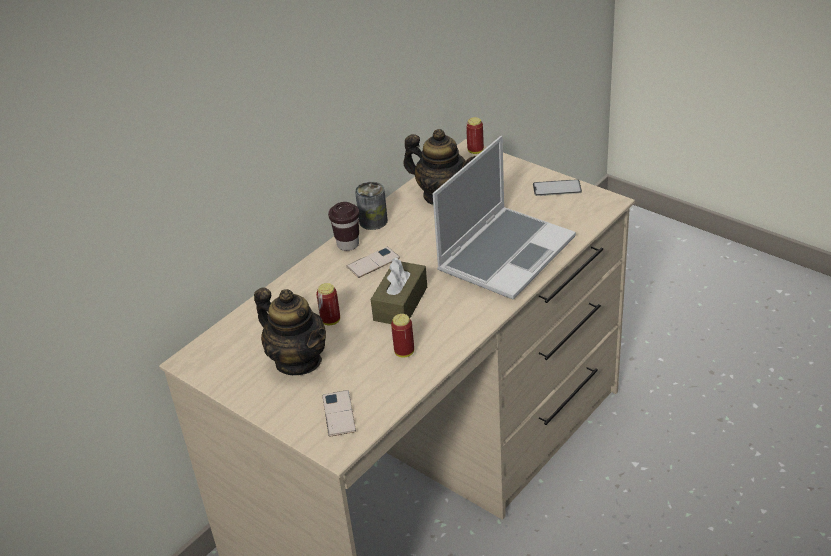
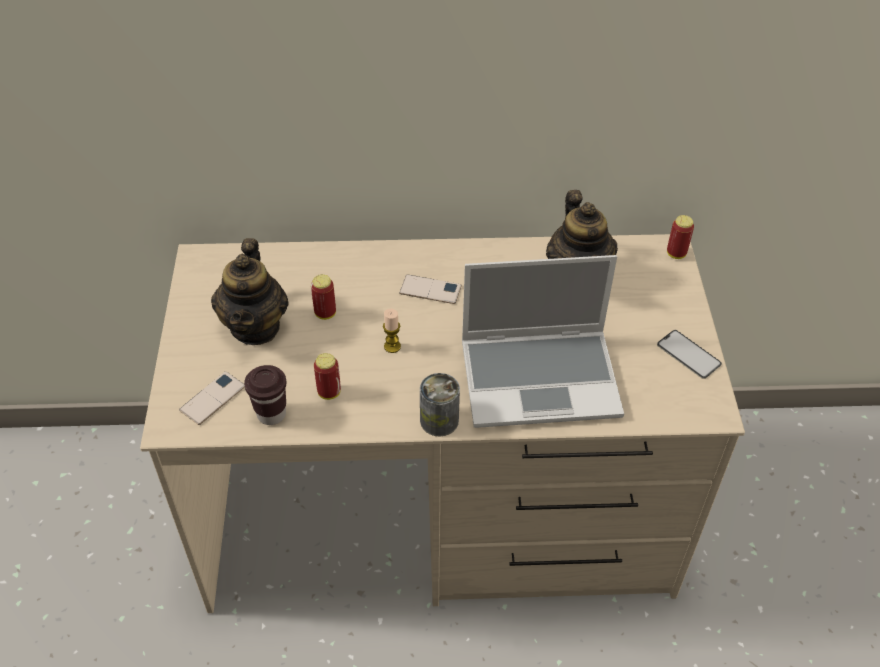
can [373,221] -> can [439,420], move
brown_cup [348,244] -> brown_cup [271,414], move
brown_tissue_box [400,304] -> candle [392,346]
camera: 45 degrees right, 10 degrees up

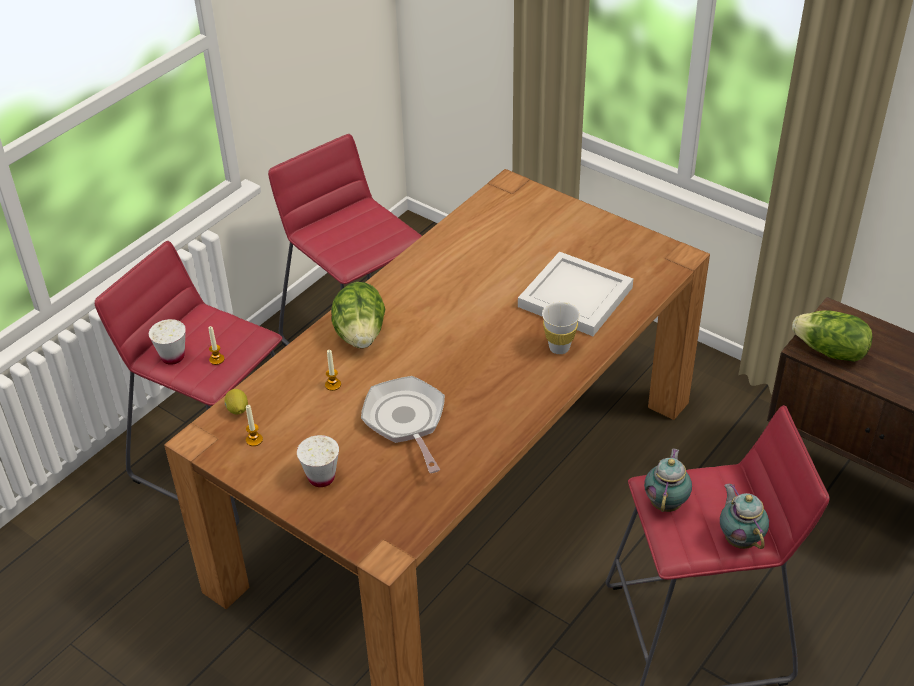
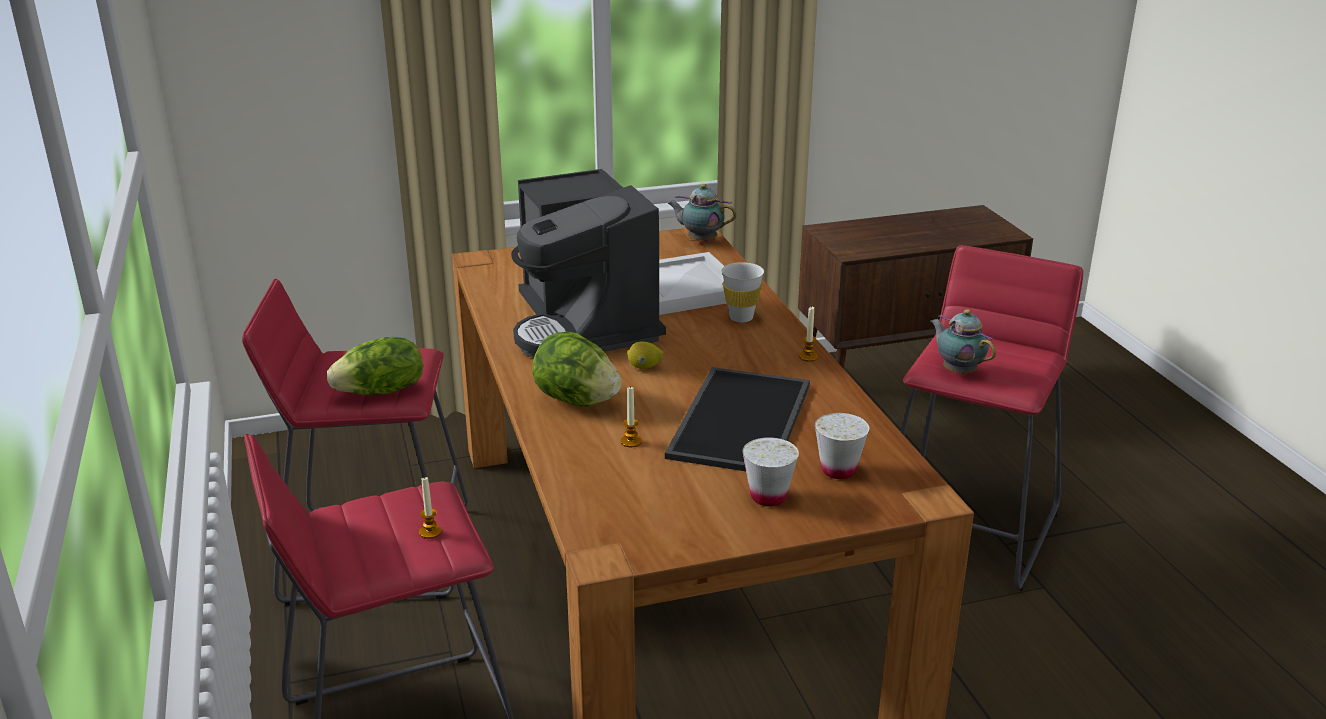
lettuce [830,351] -> lettuce [382,391], move
white_cup [173,357] -> white_cup [838,470], move
frying_pan [406,421] -> tray [743,421]
lemon [237,410] -> lemon [644,367], move
candle [254,440] -> candle [808,357], move
teapot [739,538] -> teapot [700,240], move
none -> coffee_machine [585,325]
camera: 55 degrees left, 15 degrees down

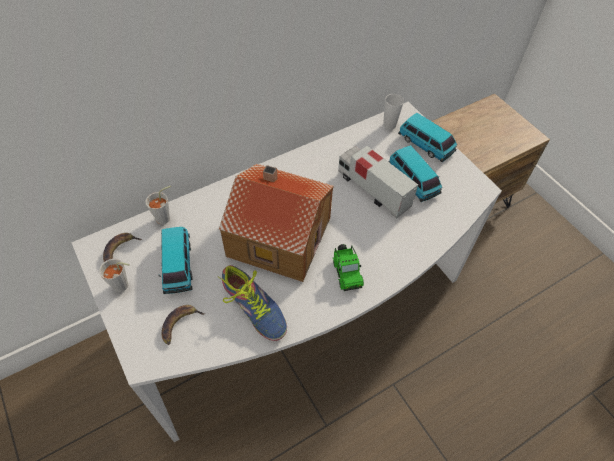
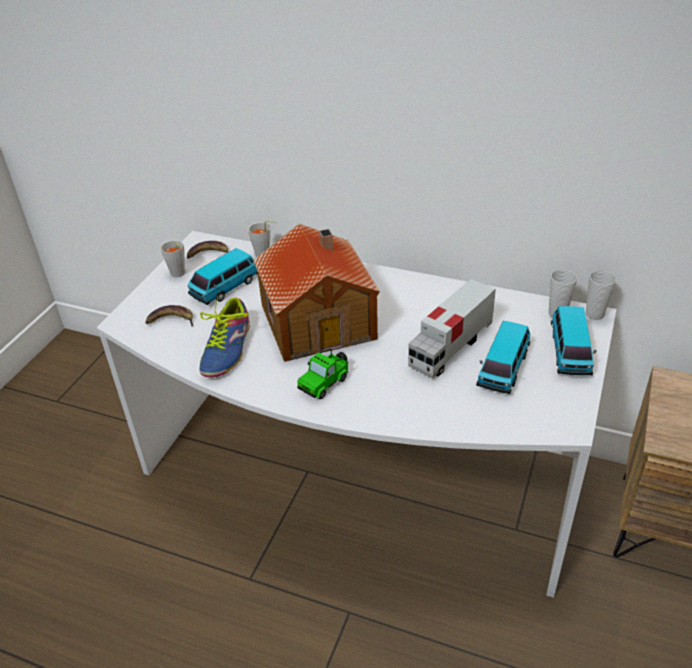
toy_truck [373,190] -> toy_truck [450,348], 150 degrees counterclockwise
none -> cup [594,314]
camera: 55 degrees right, 15 degrees down

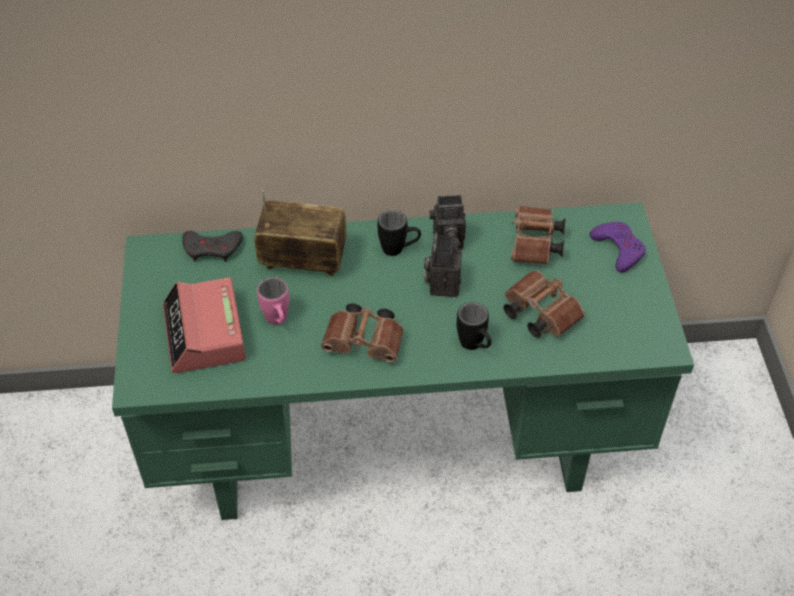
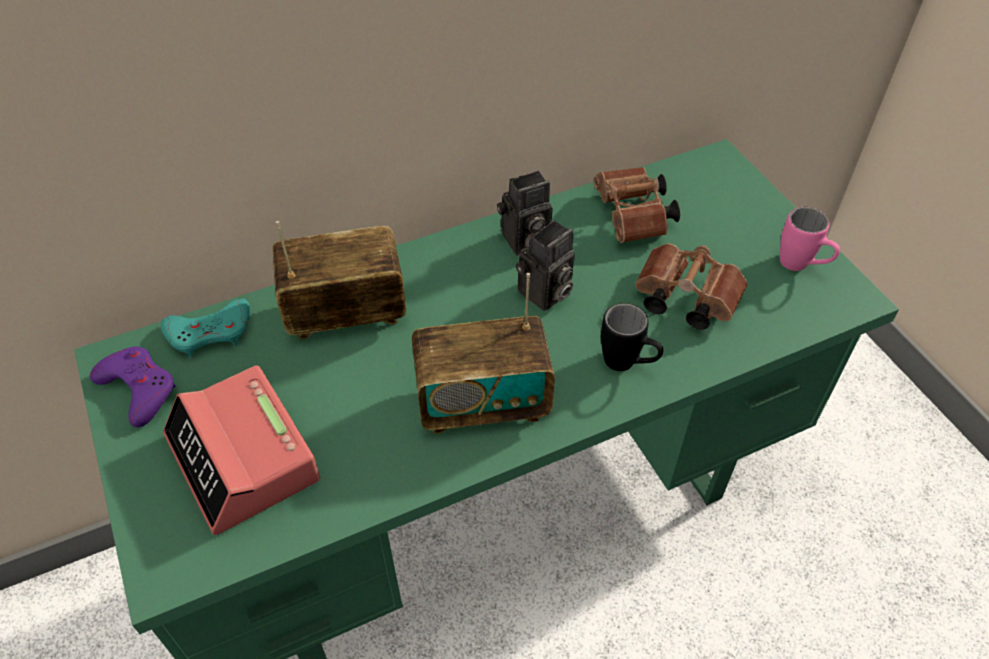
black_mug [399,250] -> none
purple_game_controller [618,249] -> purple_game_controller [138,388], move
grey_game_controller [212,248] -> turquoise_game_controller [210,333]
photo_camera [442,283] -> photo_camera [544,294], 120 degrees counterclockwise
pink_mug [278,322] -> pink_mug [801,266], move
brown_binoculars [366,343] -> radio [482,403]
camera: 20 degrees left, 0 degrees up

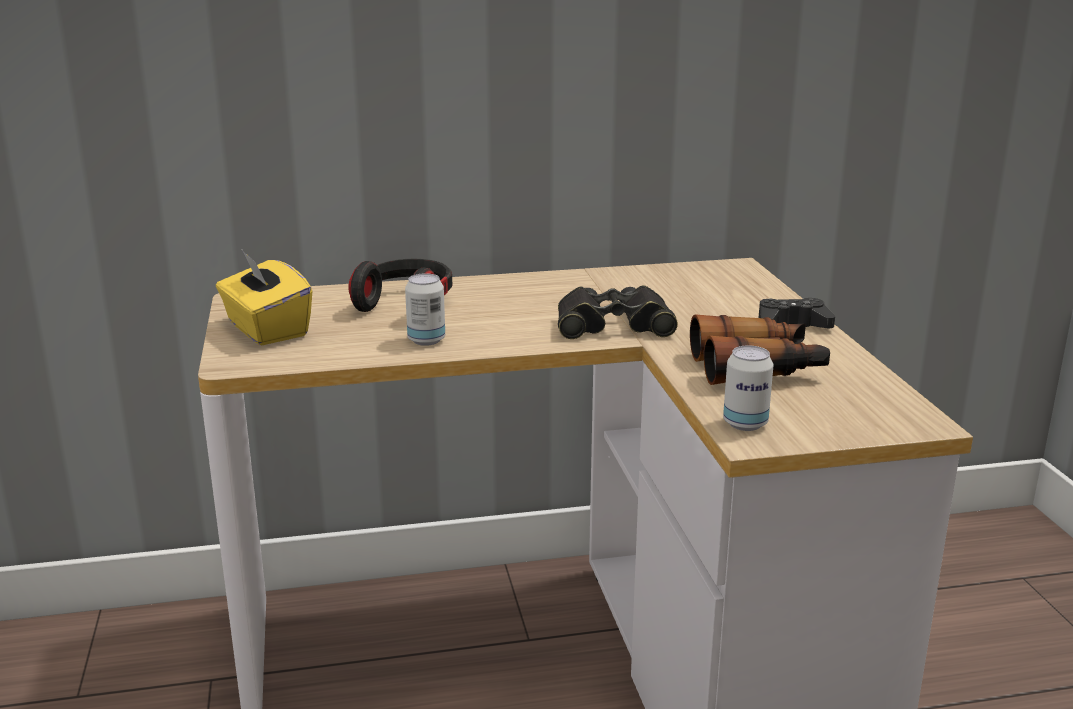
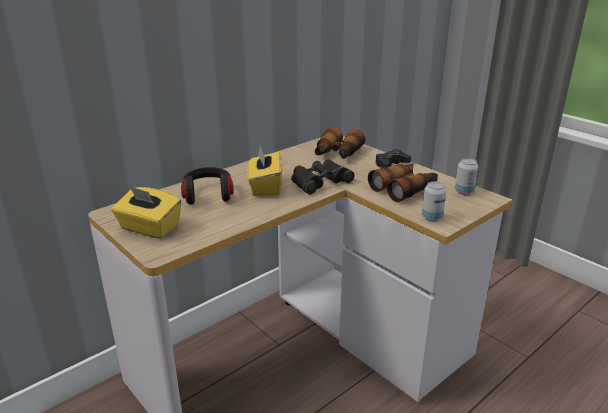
can [426,340] -> can [464,191], move
none -> binoculars [337,154]
none -> yellow_tissue_box [265,187]
camera: 30 degrees left, 5 degrees up

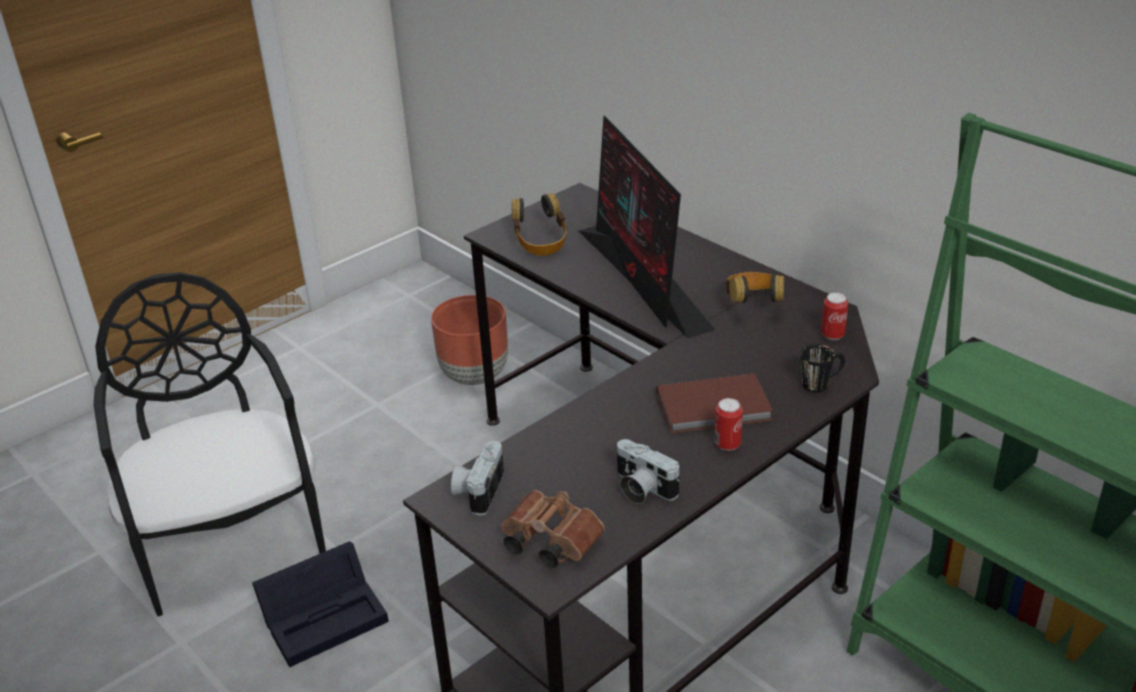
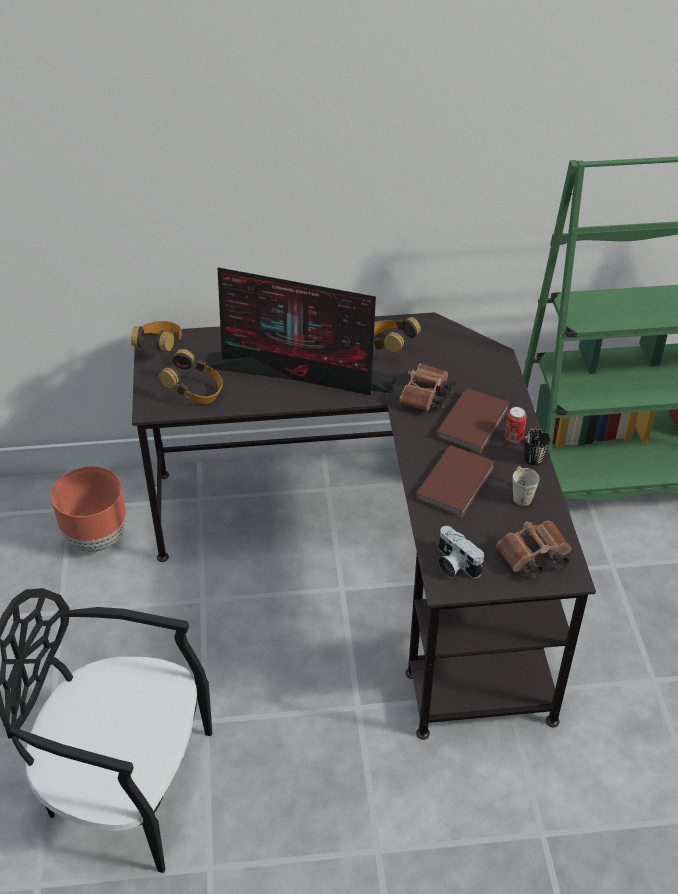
can [832,335] -> none
black_mug [821,383] -> black_mug [534,454], move
photo_camera [641,489] -> white_mug [520,494]
black_storage_box [327,616] -> none
none -> headphones [160,347]
none -> brown_binoculars [426,397]
none -> brown_book [457,483]
camera: 55 degrees left, 10 degrees up

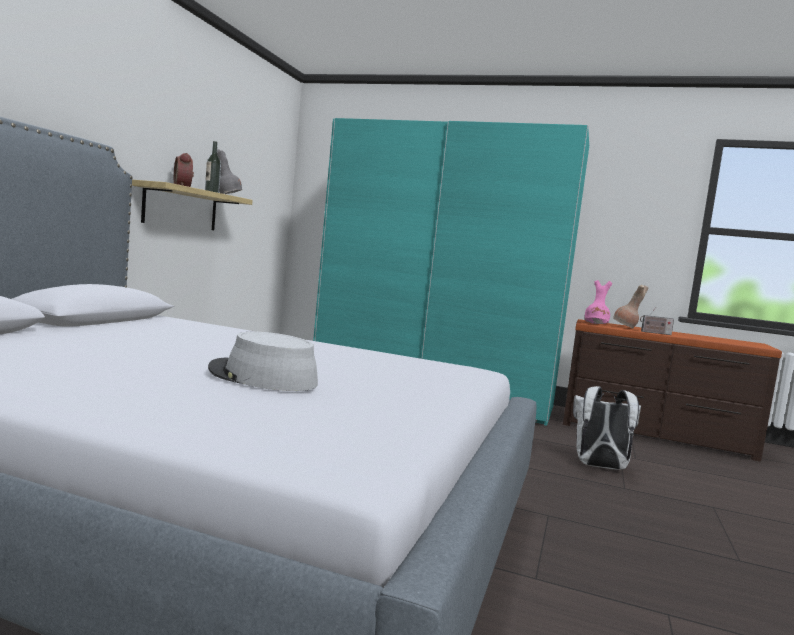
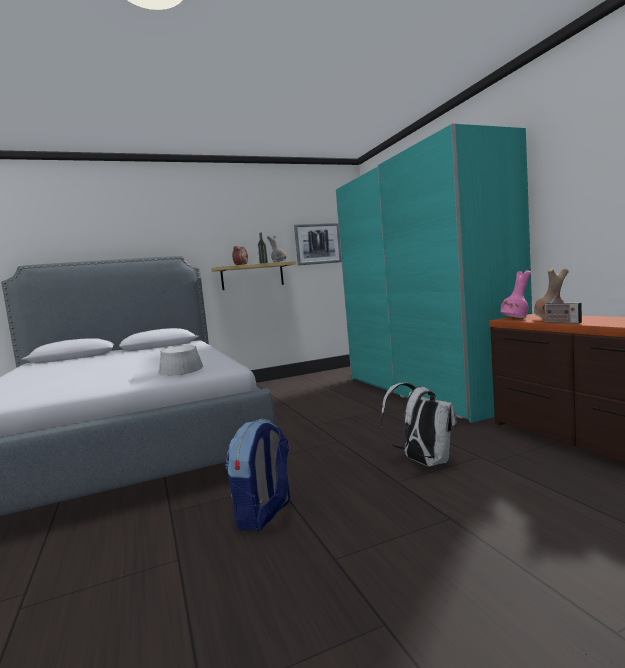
grey_hat [262,377] -> grey_hat [181,369], move
none -> picture [318,243]
none -> backpack [264,514]
camera: 50 degrees right, 0 degrees up

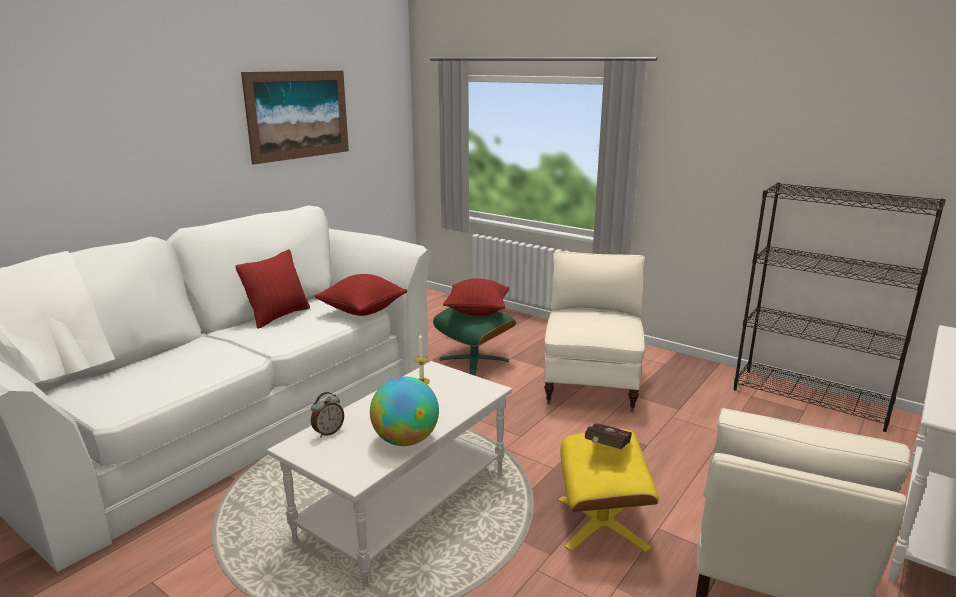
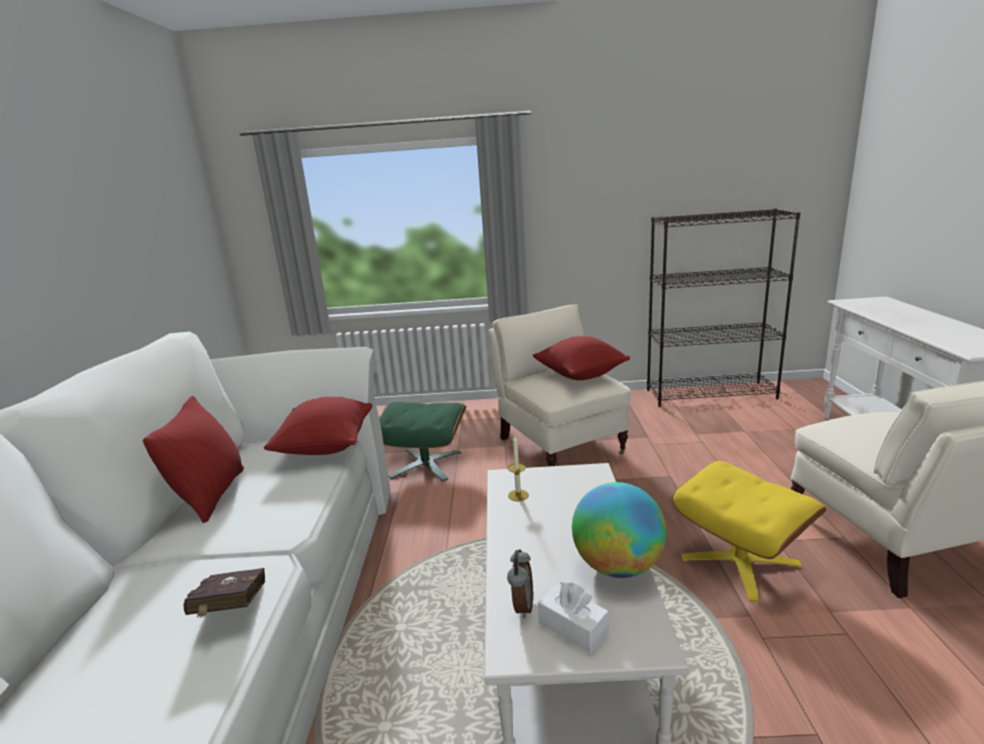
picture [299,115] -> none
red_pillow [477,311] -> red_pillow [580,375], move
red_book [606,450] -> red_book [230,611], move
none -> white_tissue_box [573,627]
camera: 35 degrees left, 0 degrees up

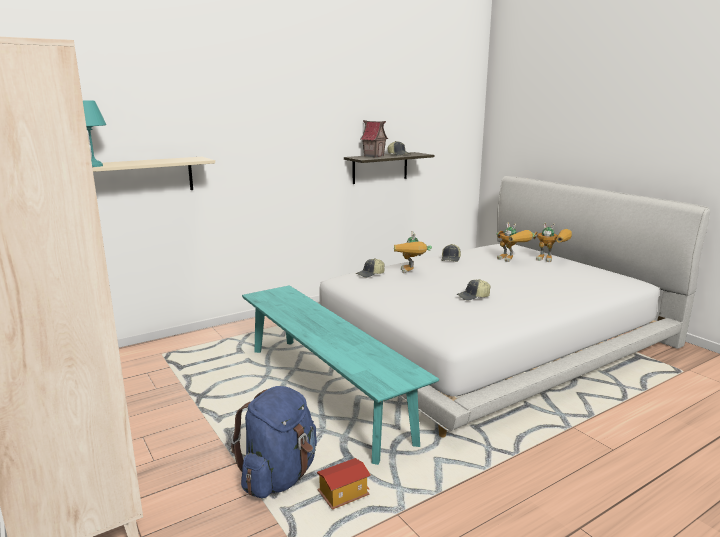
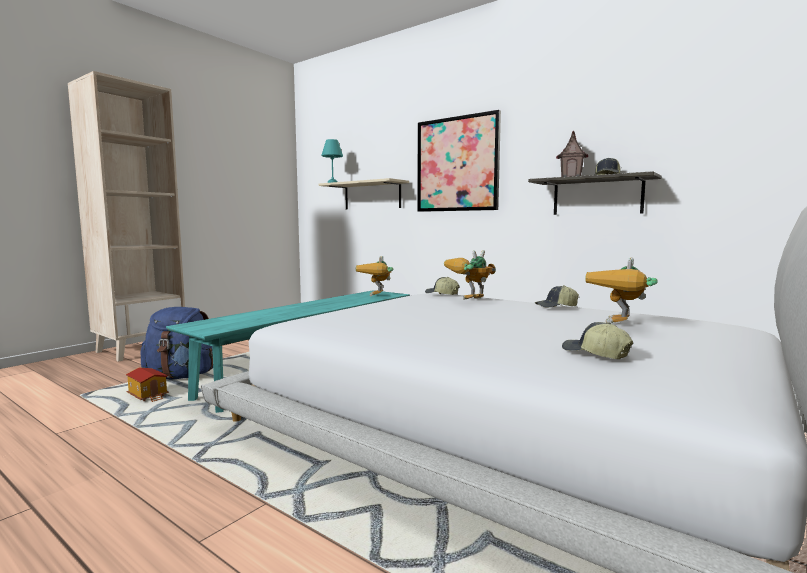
toy_robot [551,260] -> toy_robot [378,296], move
cap [473,297] -> cap [594,354], move
none -> picture [457,164]
camera: 70 degrees right, 10 degrees down

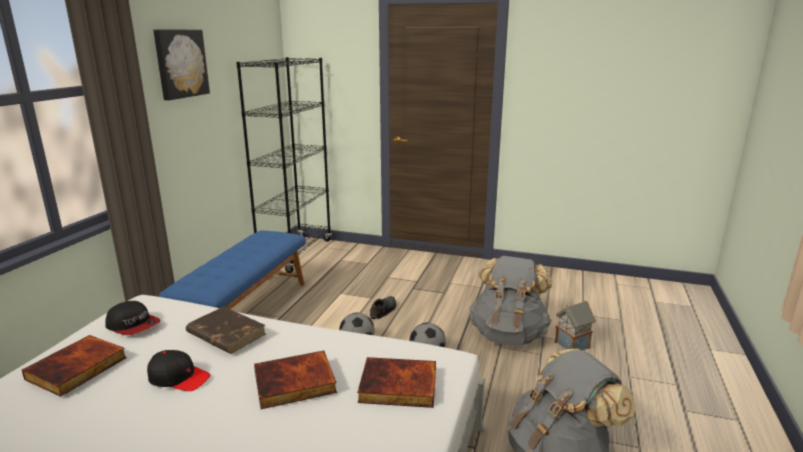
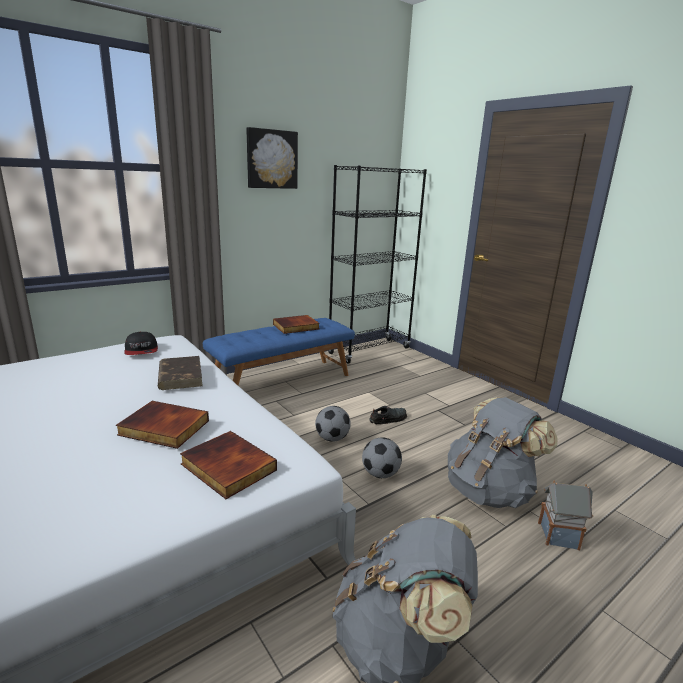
book [77,369] -> book [296,327], move
black_cap [179,378] -> none
camera: 35 degrees right, 0 degrees up

